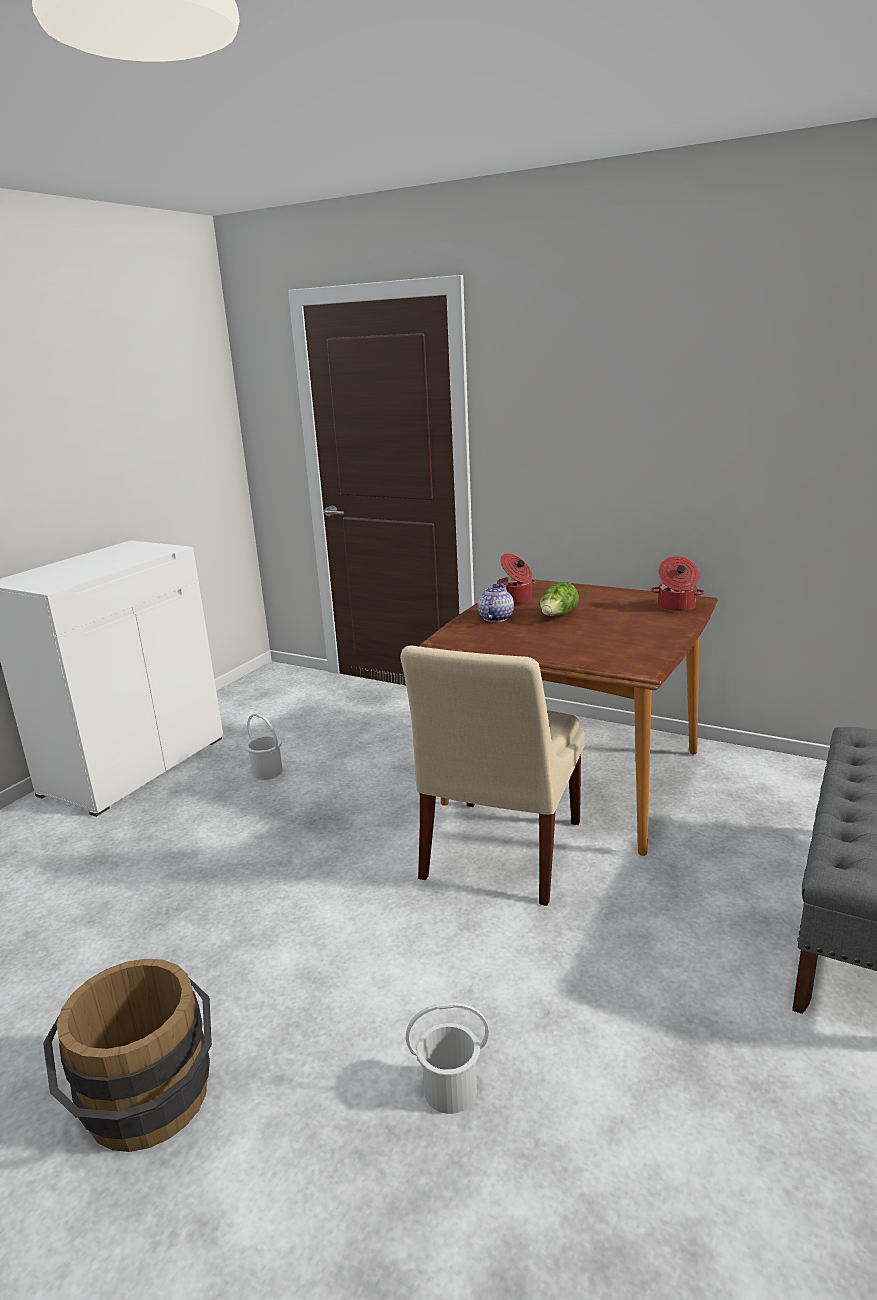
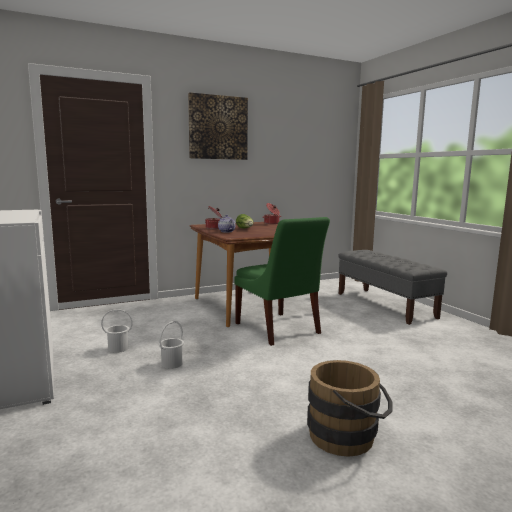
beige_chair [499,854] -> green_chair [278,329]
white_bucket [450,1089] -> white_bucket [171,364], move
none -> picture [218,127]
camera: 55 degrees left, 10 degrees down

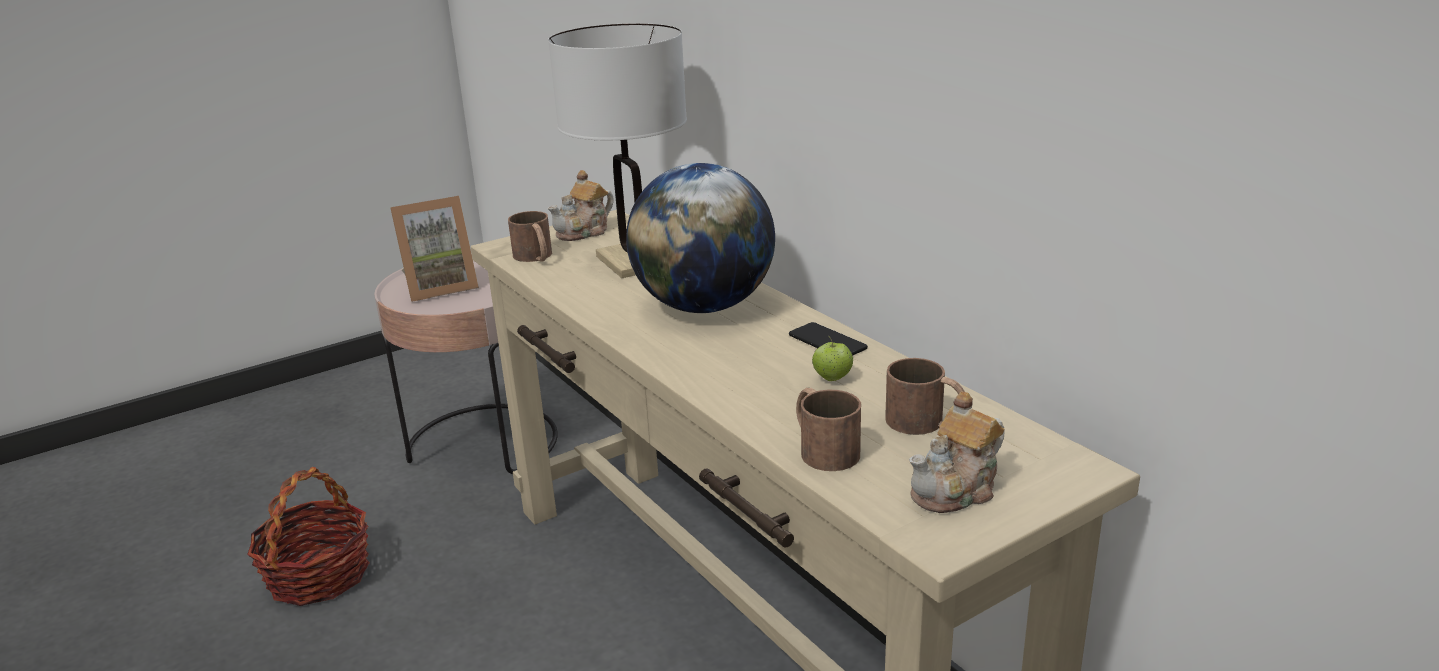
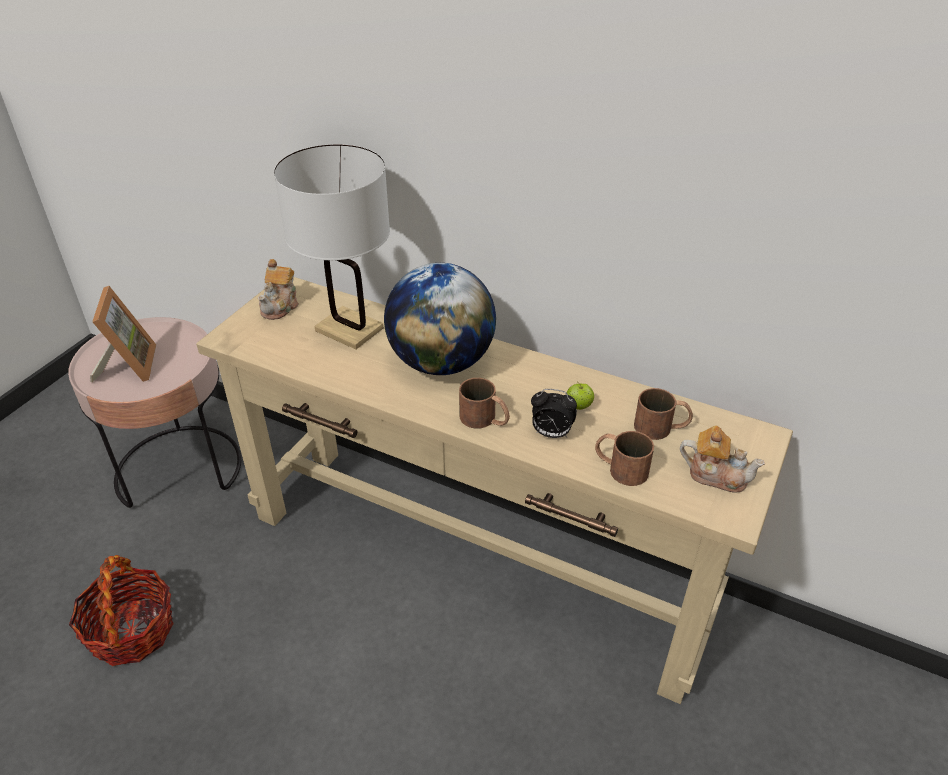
picture_frame [439,287] -> picture_frame [128,365], 45 degrees counterclockwise
brown_mug [536,257] -> brown_mug [485,419], move
phone [827,342] -> none
teapot [957,490] -> teapot [716,475], 90 degrees counterclockwise
none -> alarm_clock [551,434]
camera: 30 degrees left, 15 degrees up

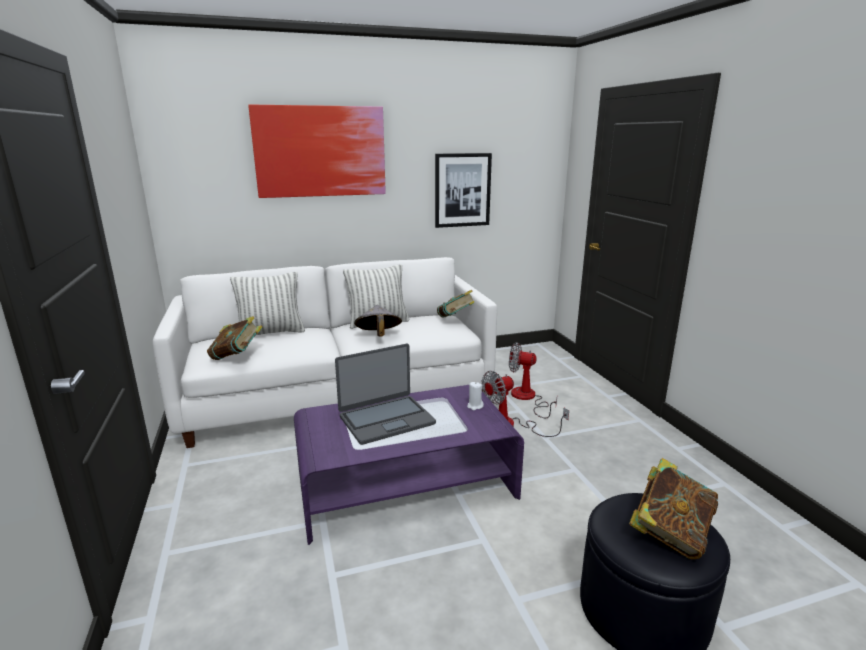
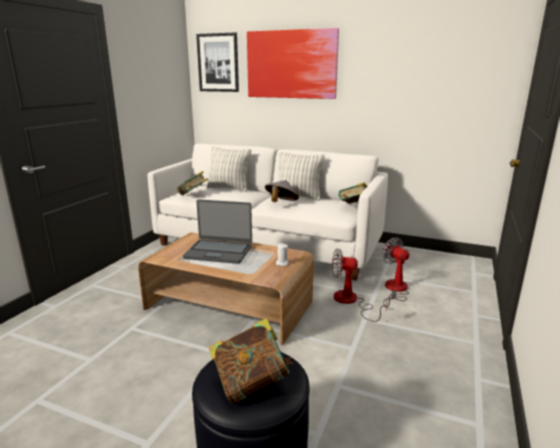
picture [462,190] -> picture [218,63], move
purple_coffee_table [405,484] -> brown_coffee_table [229,305]
camera: 40 degrees right, 0 degrees up

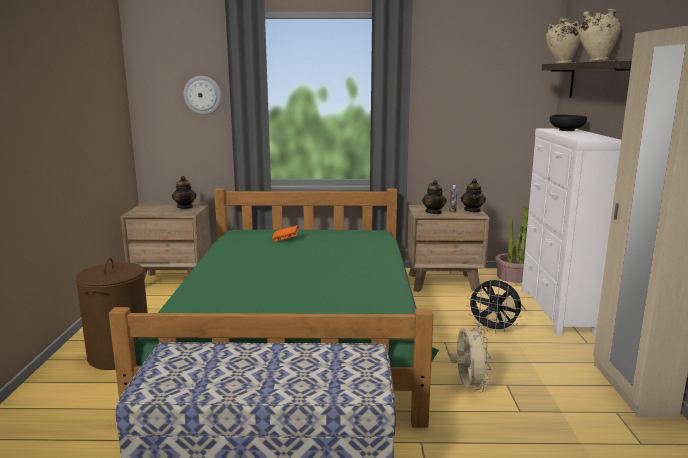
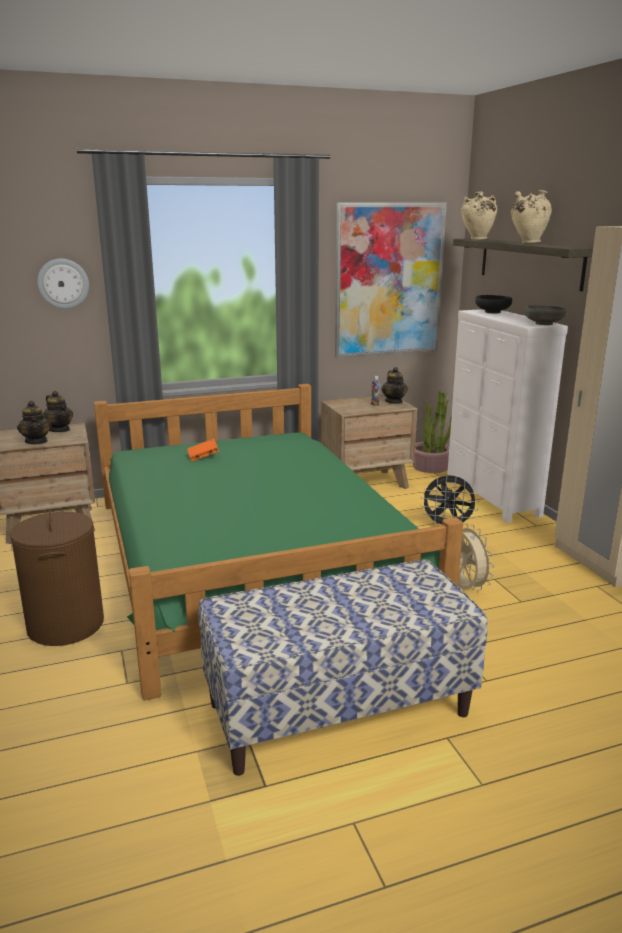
teapot [434,212] -> teapot [36,441], move
none -> picture [389,280]
none -> grey_bowl [543,323]
camera: 20 degrees left, 5 degrees up

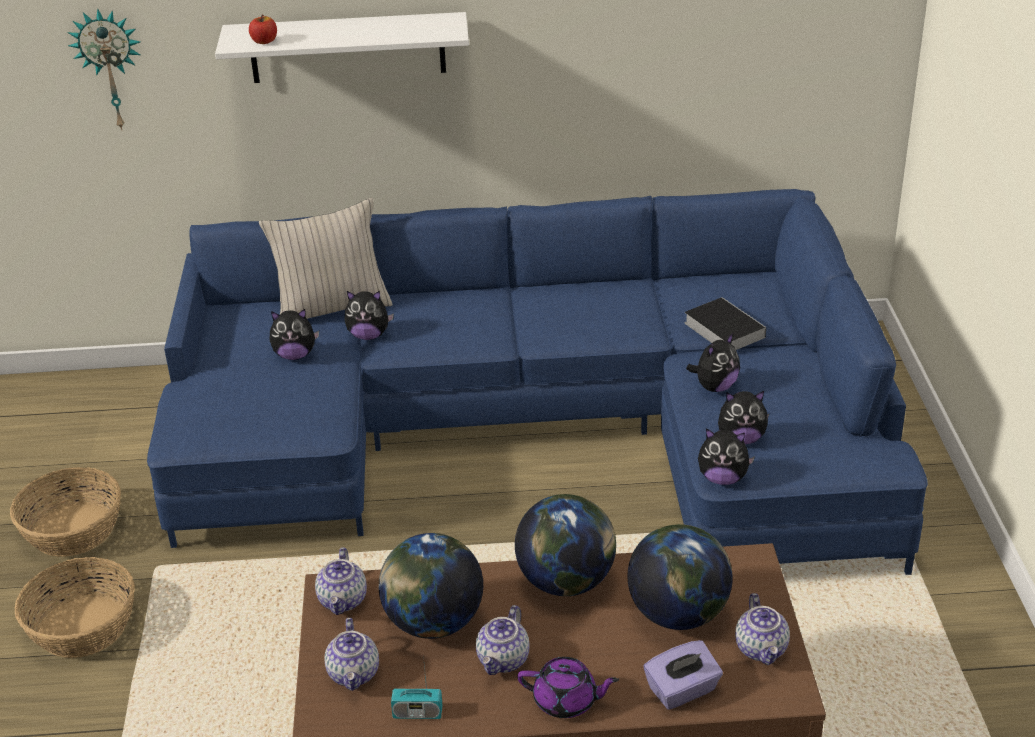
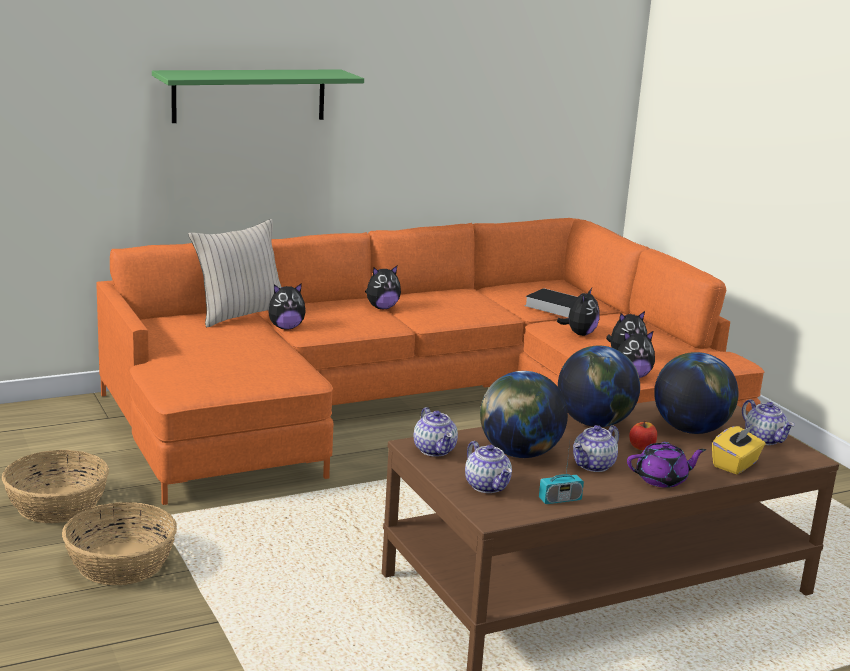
wall_clock [110,68] -> none
white_shelf [347,47] -> green_shelf [249,95]
apple [264,41] -> apple [642,447], move
blue_sofa [541,432] -> orange_sofa [420,407]
plush_toy [295,355] -> plush_toy [381,308], move
teapot [504,660] -> teapot [594,466], 45 degrees clockwise
purple_tissue_box [682,691] -> yellow_tissue_box [735,465]
camera: 25 degrees left, 15 degrees down

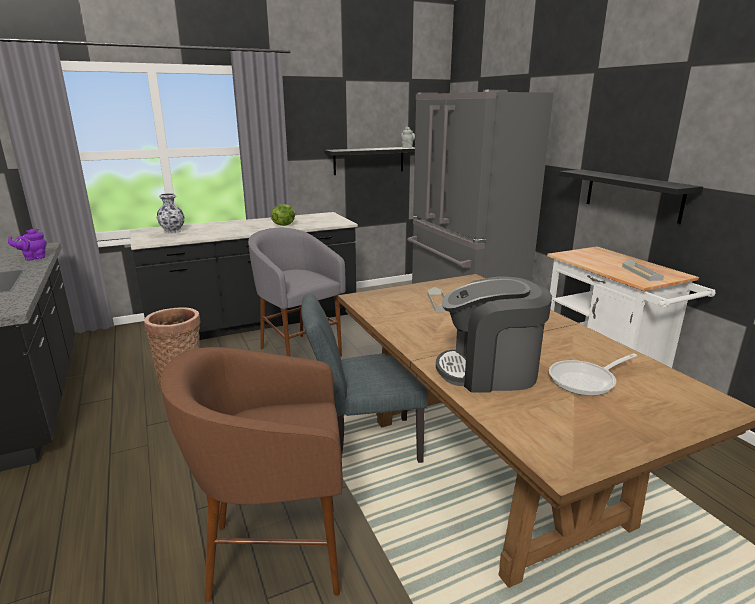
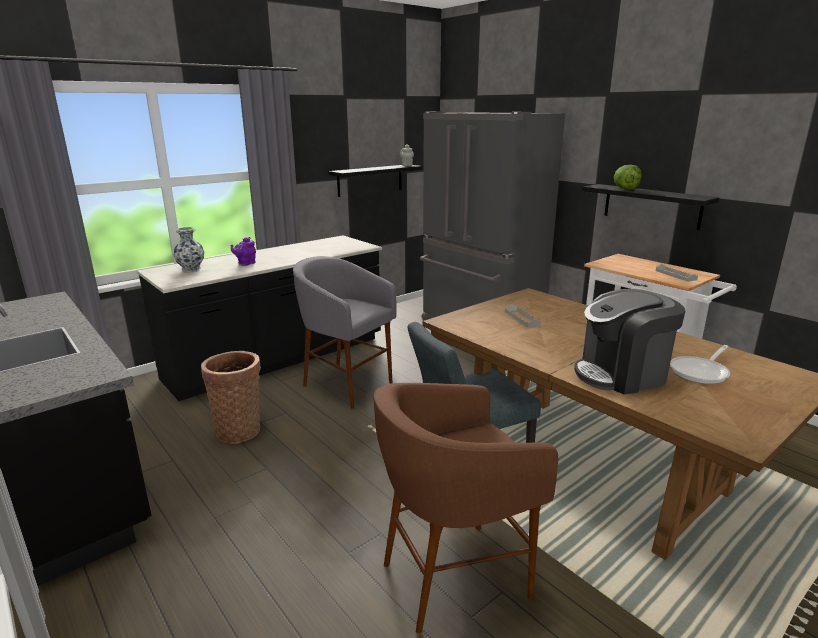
lettuce [283,225] -> lettuce [626,189], move
purple_teapot [33,258] -> purple_teapot [245,264], move
camera: 15 degrees left, 0 degrees up

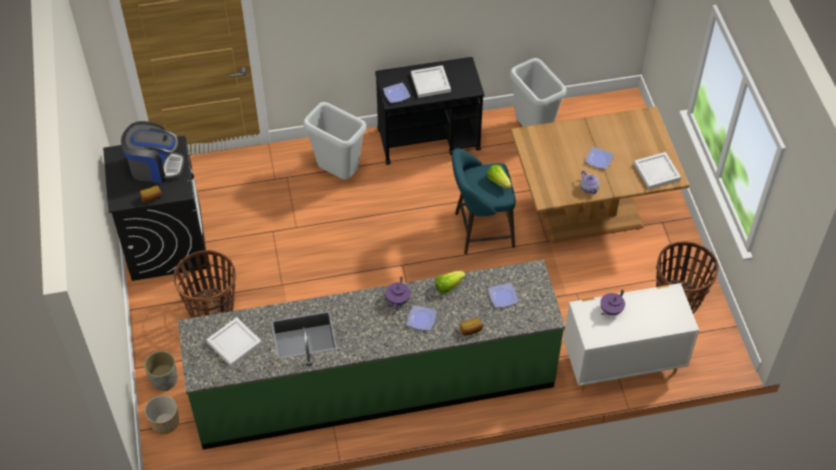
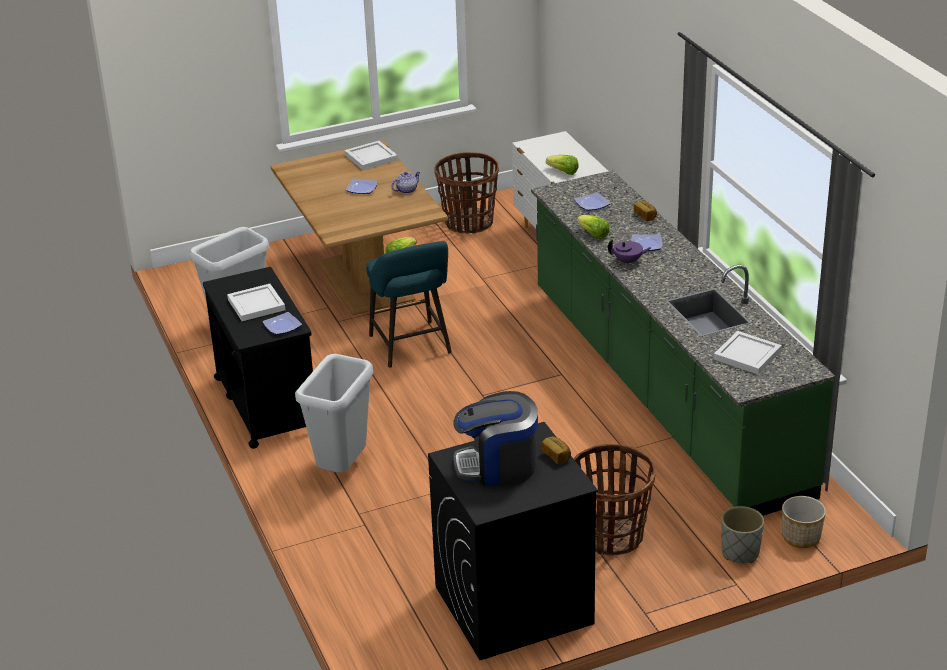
coffee_machine [155,166] -> coffee_machine [497,465], 90 degrees counterclockwise
purple_teapot [610,310] -> lettuce [563,172]
camera: 100 degrees left, 20 degrees down

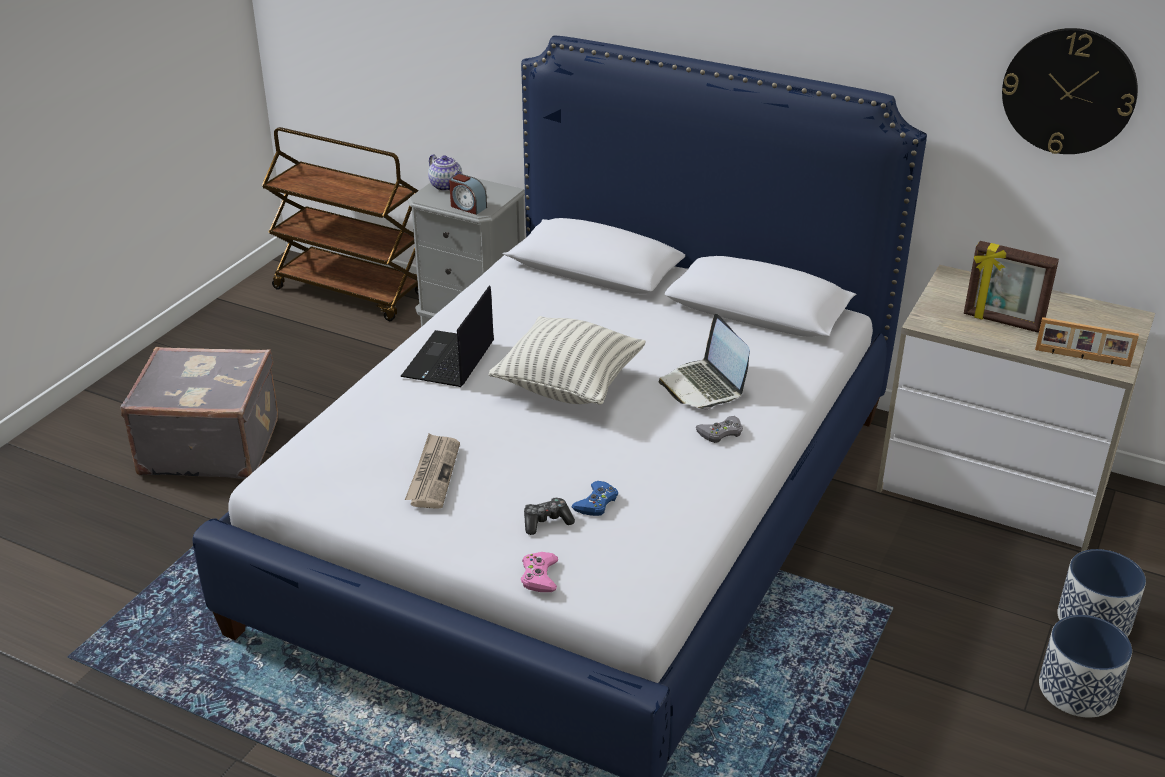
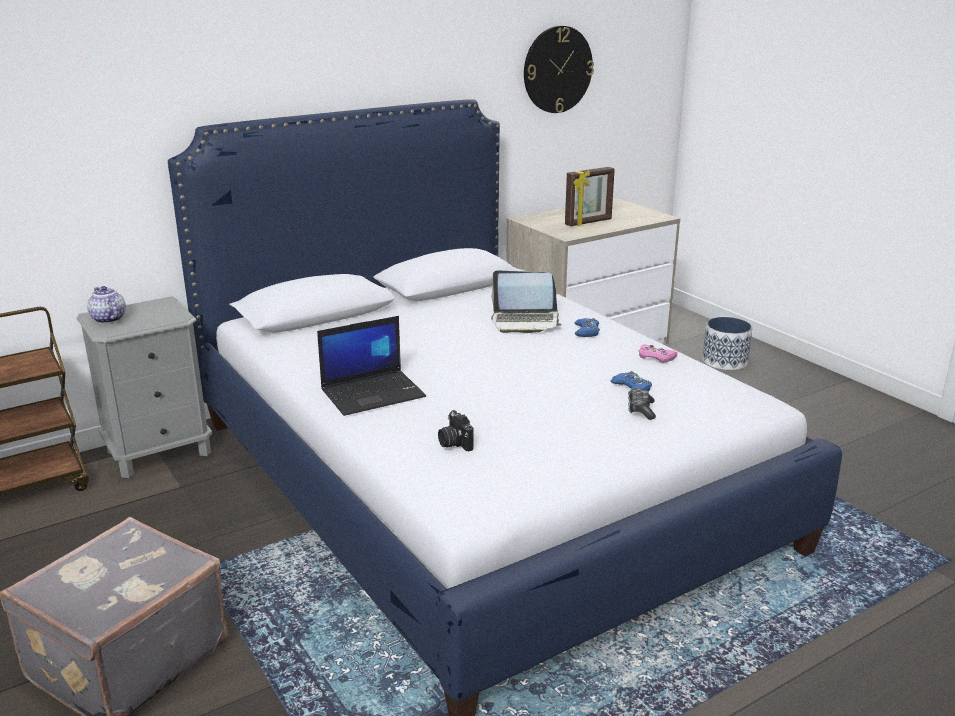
teapot [447,186] -> teapot [108,319], 120 degrees counterclockwise
alarm_clock [467,207] -> none
laptop [449,361] -> laptop [373,393], 75 degrees counterclockwise
pillow [569,386] -> none
picture_frame [1082,358] -> none
grey_game_controller [720,433] -> blue_game_controller [586,331]
newspaper [433,473] -> none
pink_game_controller [539,576] -> pink_game_controller [656,357], move
planter [1078,690] -> none
none -> photo_camera [454,443]
camera: 60 degrees left, 10 degrees down

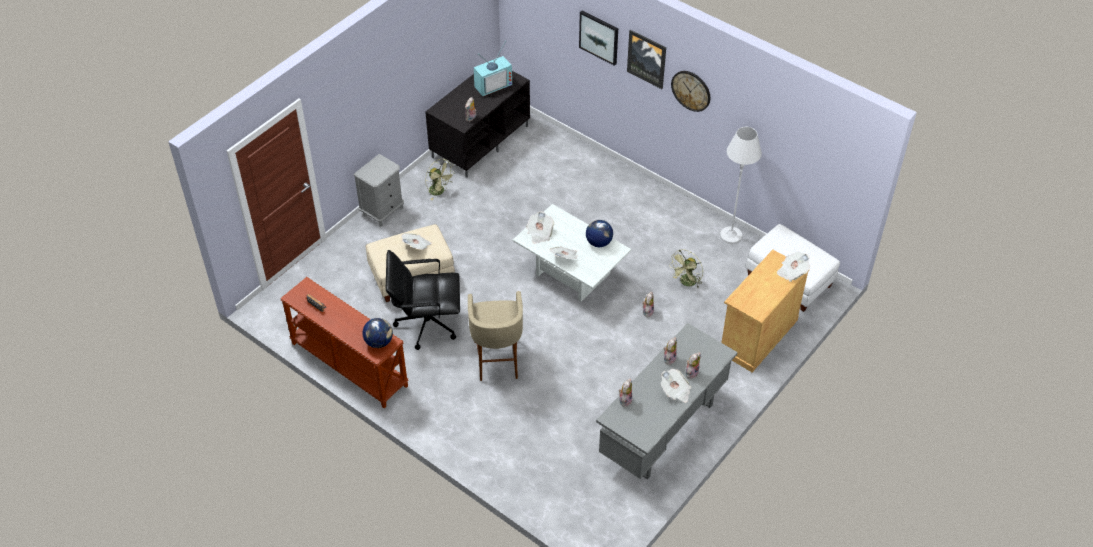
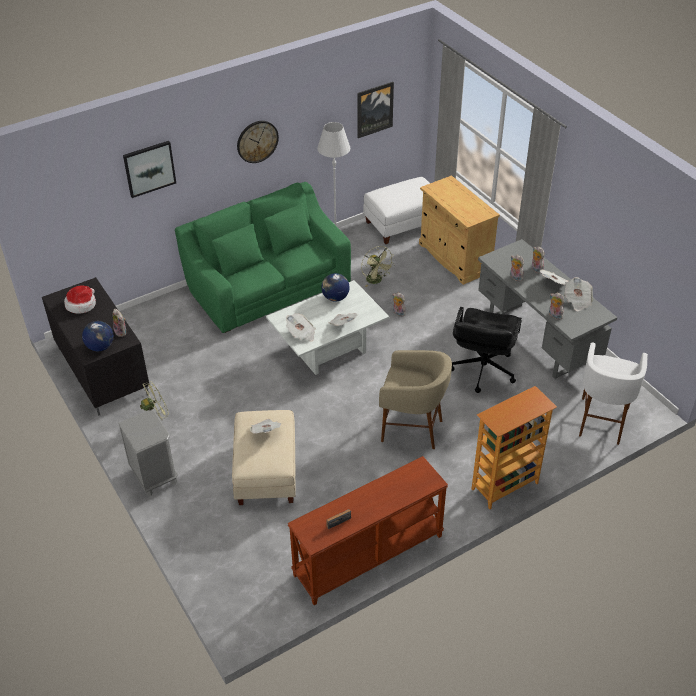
picture [647,58] -> picture [374,109], move
television [492,84] -> hat [81,304]
black_office_chair [426,323] -> black_office_chair [482,370], move
newspaper [792,272] -> newspaper [577,301], move
globe [379,342] -> globe [100,347], move
none -> green_sofa [268,287]
none -> white_stool [602,421]
none -> bookcase [505,487]
camera: 70 degrees left, 5 degrees down

